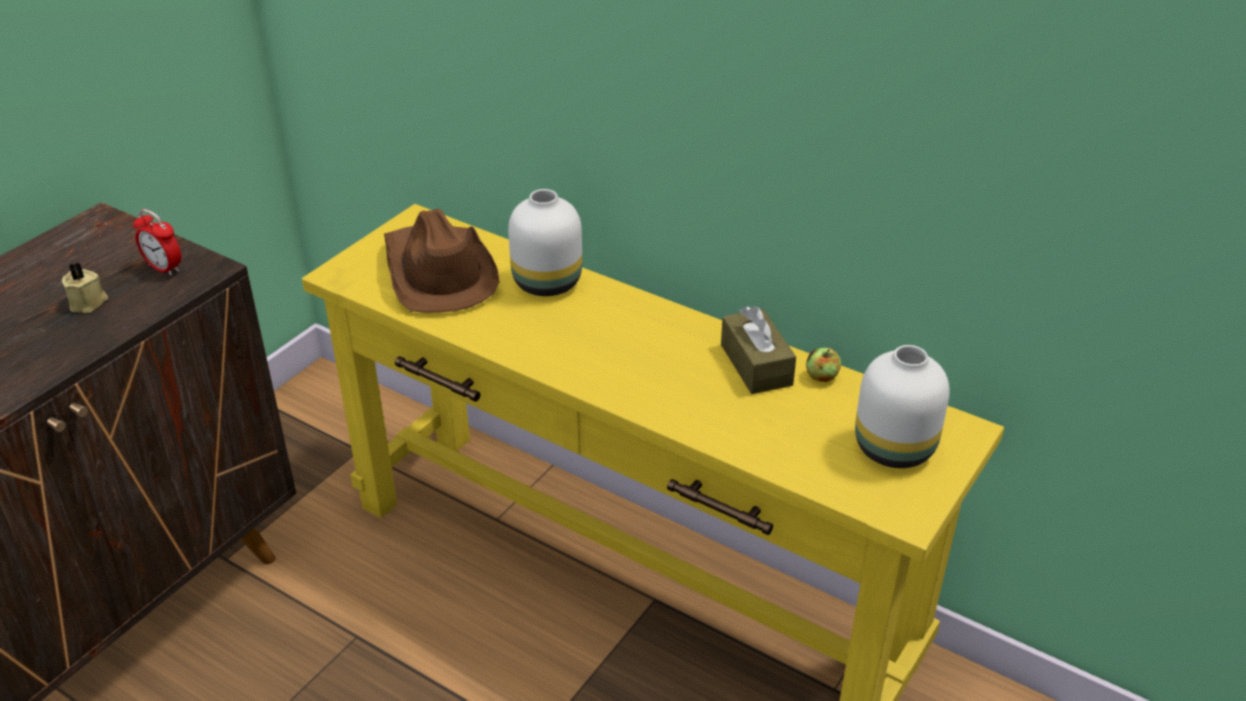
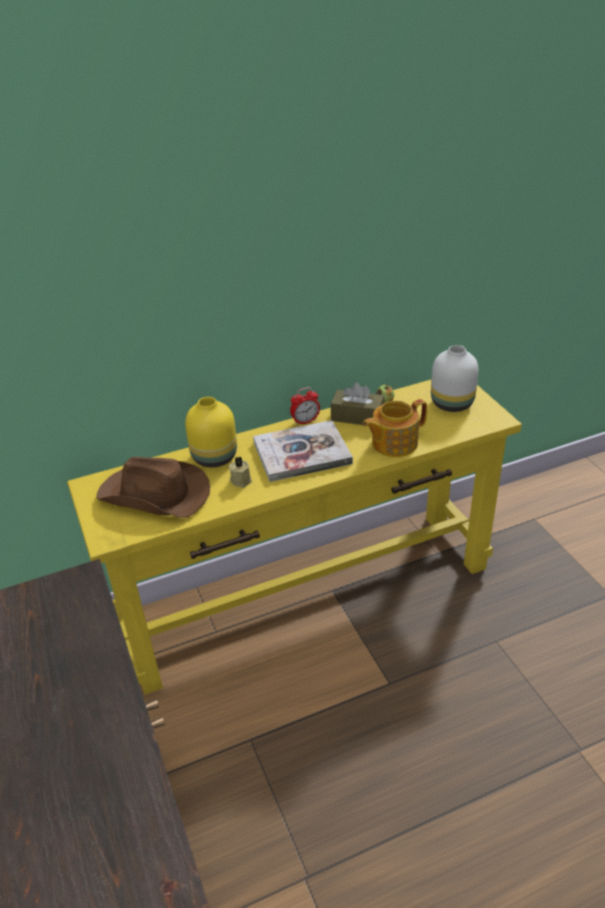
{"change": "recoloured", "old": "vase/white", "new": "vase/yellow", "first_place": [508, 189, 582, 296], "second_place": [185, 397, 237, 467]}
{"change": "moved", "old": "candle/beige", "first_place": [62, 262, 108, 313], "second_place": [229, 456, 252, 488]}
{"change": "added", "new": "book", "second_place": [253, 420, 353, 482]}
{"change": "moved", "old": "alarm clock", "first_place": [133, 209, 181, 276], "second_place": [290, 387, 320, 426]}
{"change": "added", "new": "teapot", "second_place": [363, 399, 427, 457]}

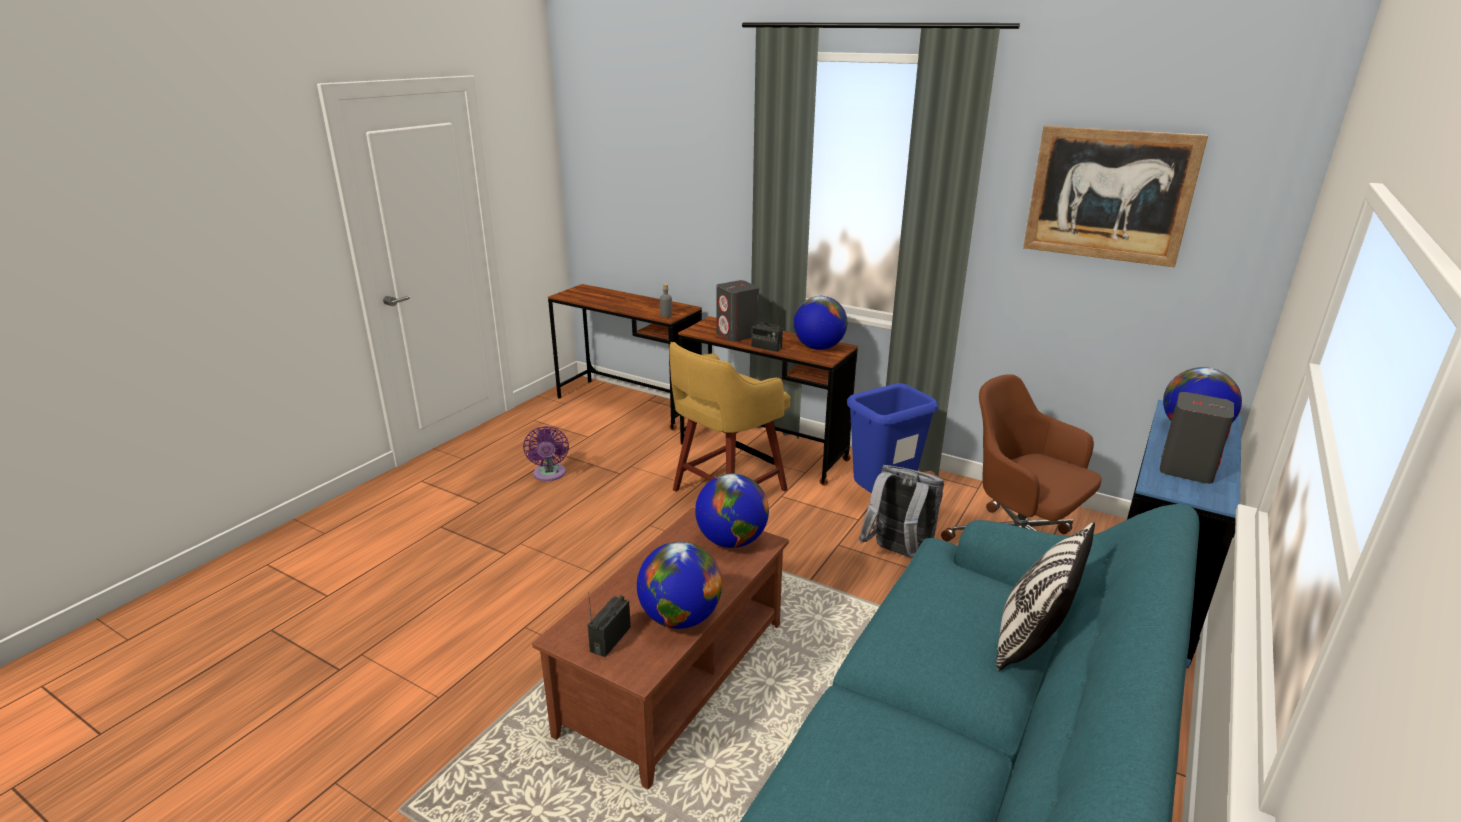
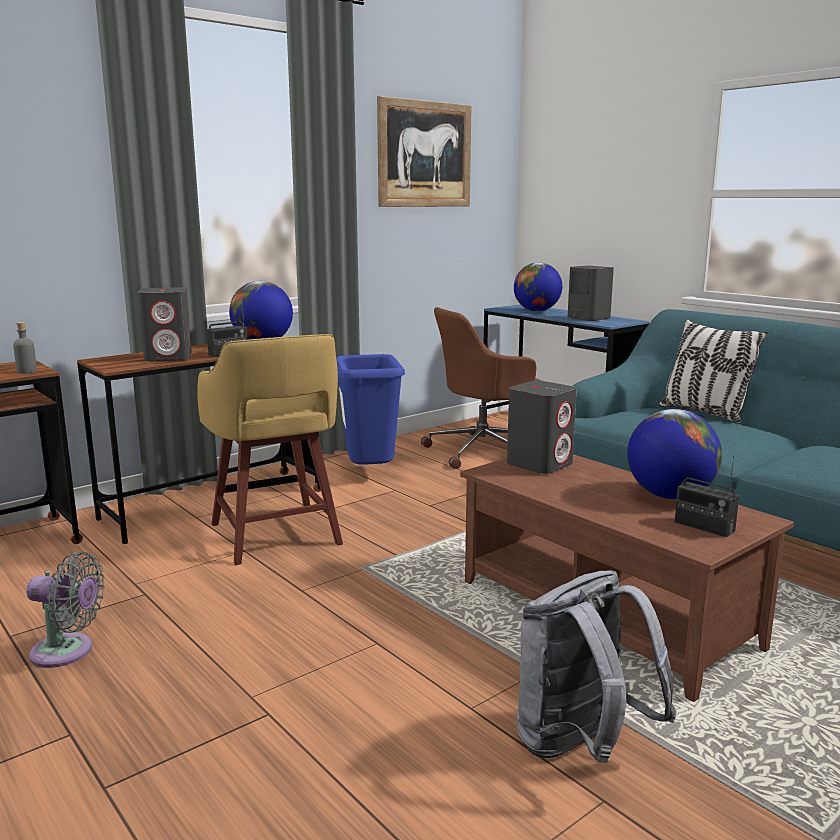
{"change": "recoloured", "old": "fan/purple", "new": "fan/grey", "first_place": [523, 426, 569, 481], "second_place": [26, 552, 105, 668]}
{"change": "replaced", "old": "globe", "new": "speaker/grey", "first_place": [695, 474, 769, 548], "second_place": [507, 380, 577, 474]}
{"change": "moved", "old": "backpack/grey", "first_place": [859, 465, 944, 560], "second_place": [516, 570, 677, 763]}

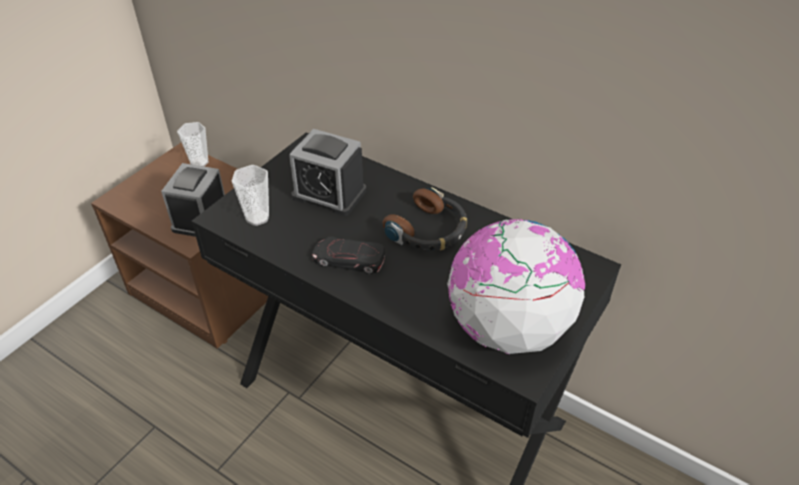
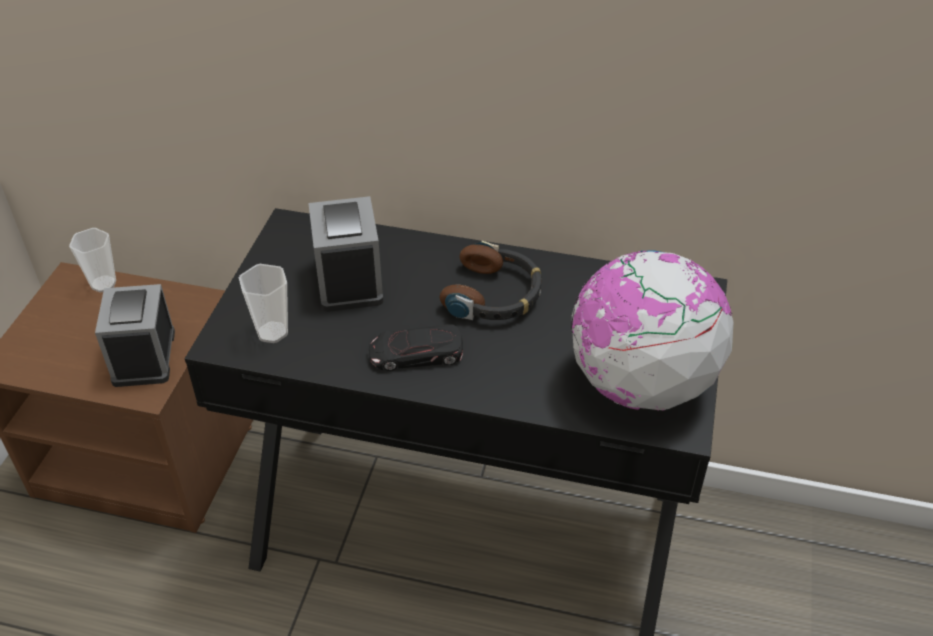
{"change": "turned", "old": "alarm clock", "first_place": [289, 129, 366, 216], "second_place": [308, 196, 384, 312], "degrees": 75}

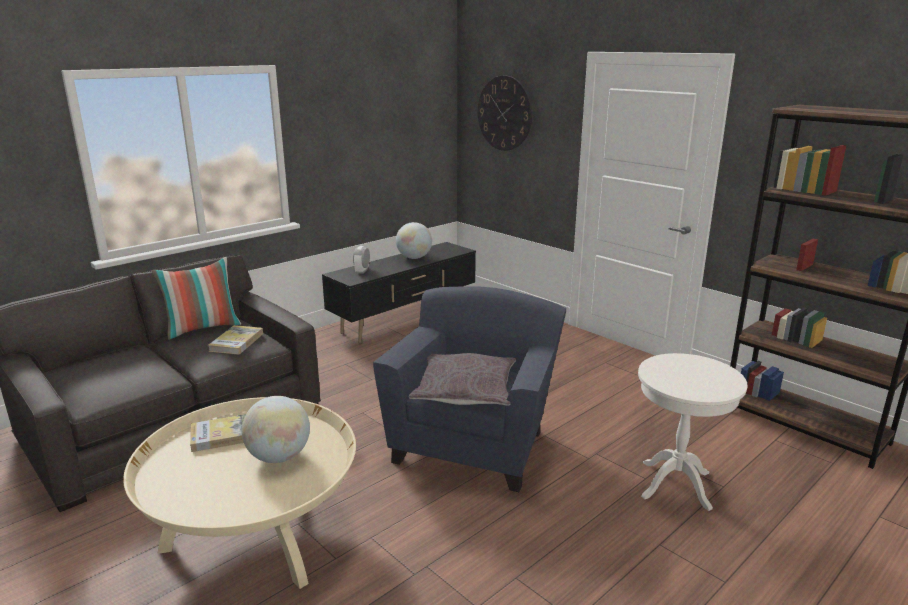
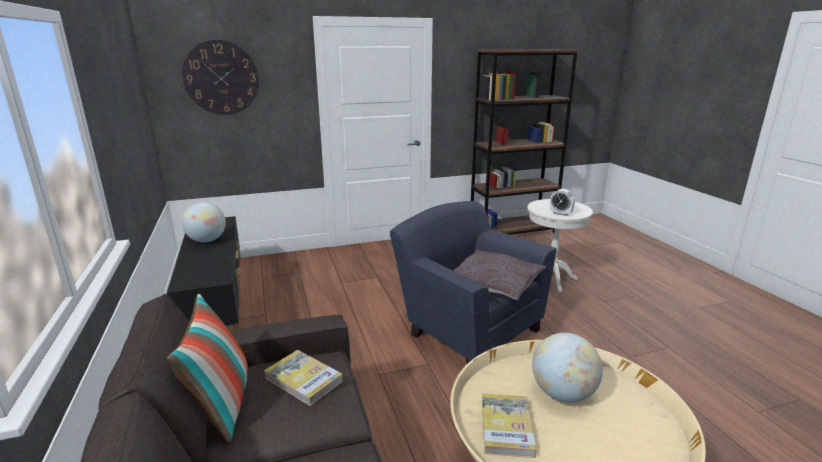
{"change": "moved", "old": "alarm clock", "first_place": [353, 246, 370, 274], "second_place": [550, 189, 575, 216]}

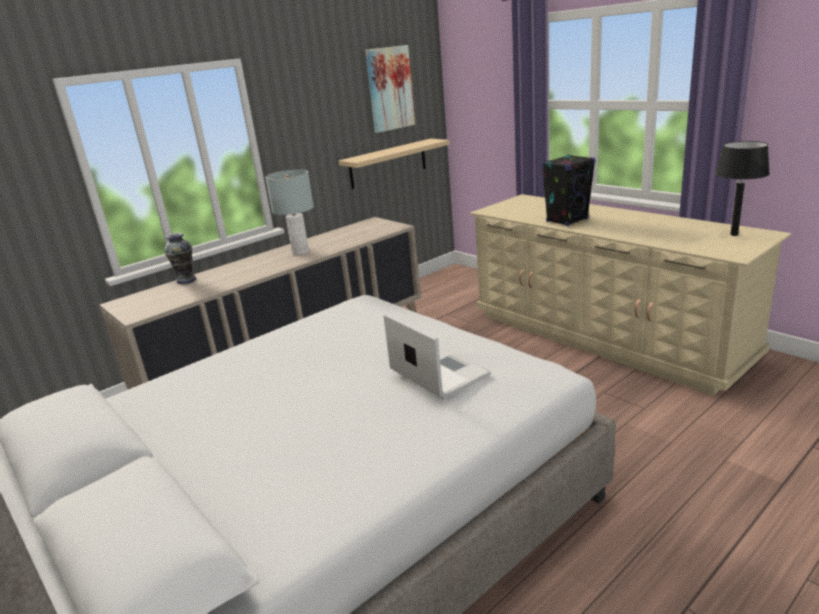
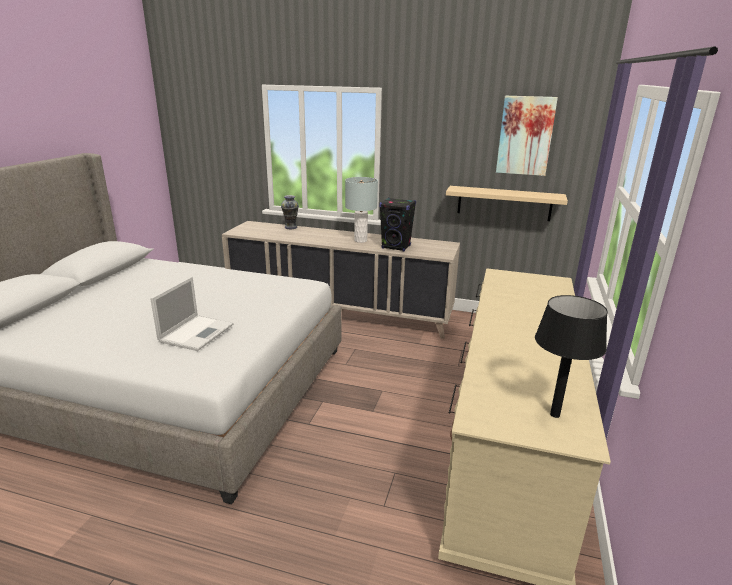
{"change": "moved", "old": "speaker/black", "first_place": [541, 154, 596, 226], "second_place": [379, 198, 416, 252]}

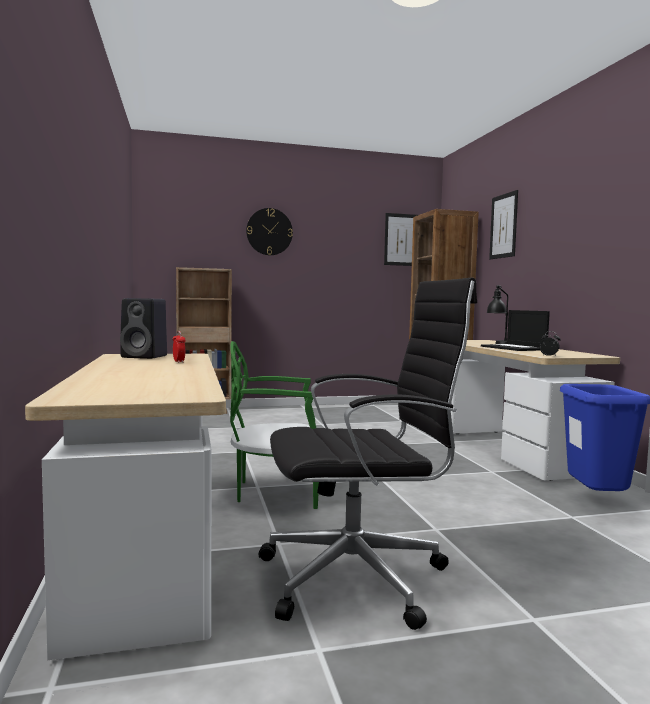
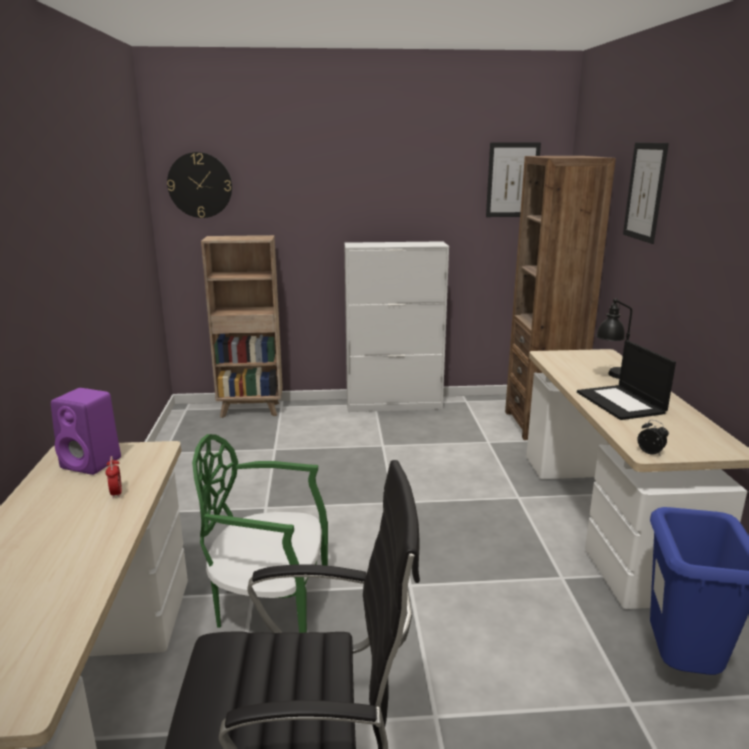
{"change": "recoloured", "old": "speaker/black", "new": "speaker/purple", "first_place": [120, 298, 167, 359], "second_place": [51, 388, 121, 475]}
{"change": "moved", "old": "wall clock", "first_place": [246, 208, 293, 255], "second_place": [167, 152, 232, 218]}
{"change": "added", "new": "cabinet/white", "second_place": [344, 241, 449, 412]}

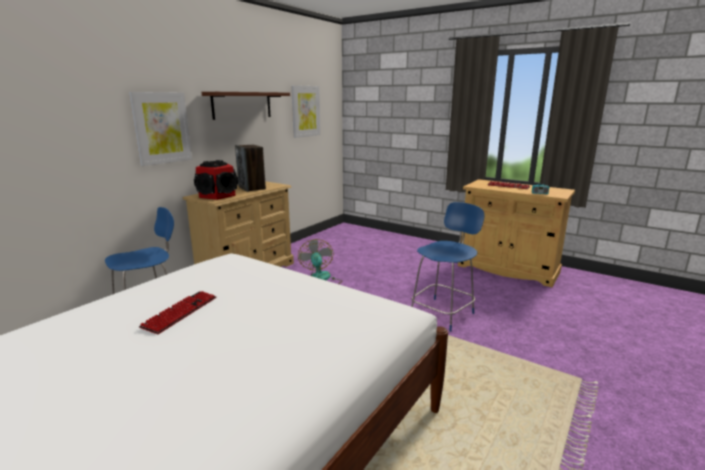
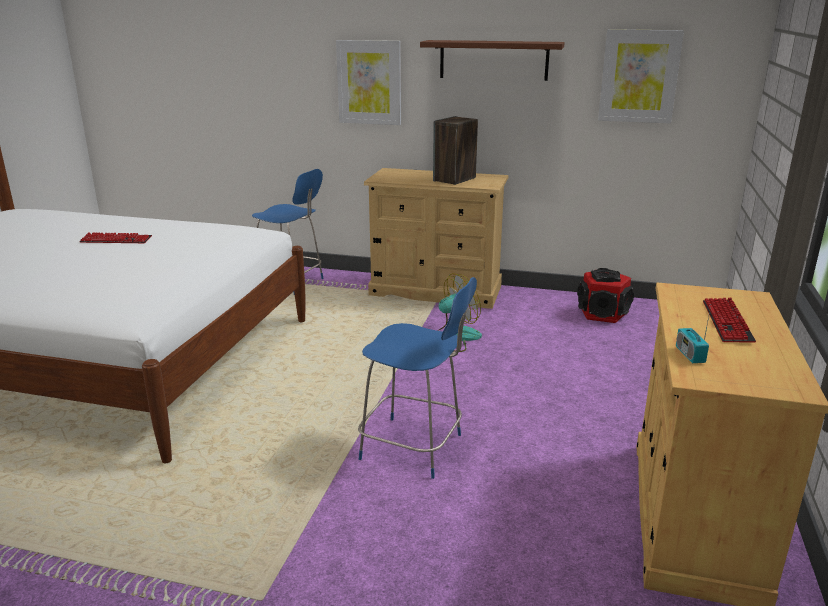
{"change": "moved", "old": "speaker", "first_place": [194, 160, 238, 200], "second_place": [577, 268, 634, 323]}

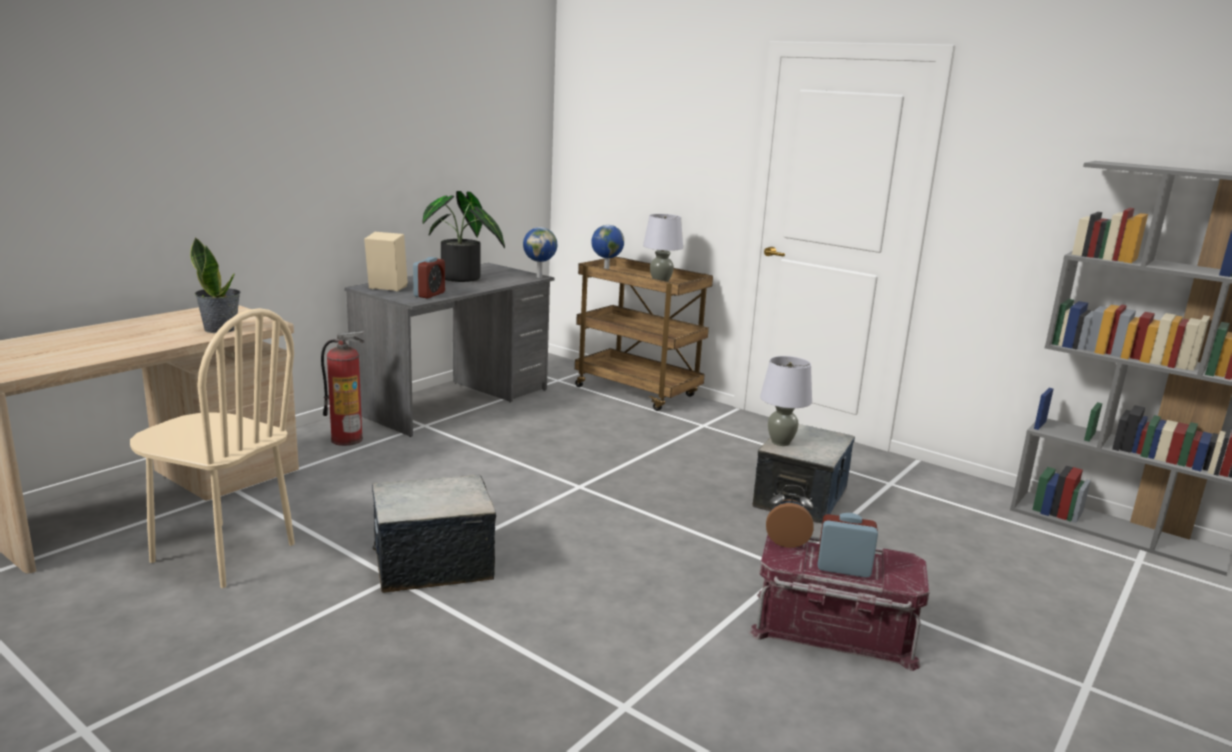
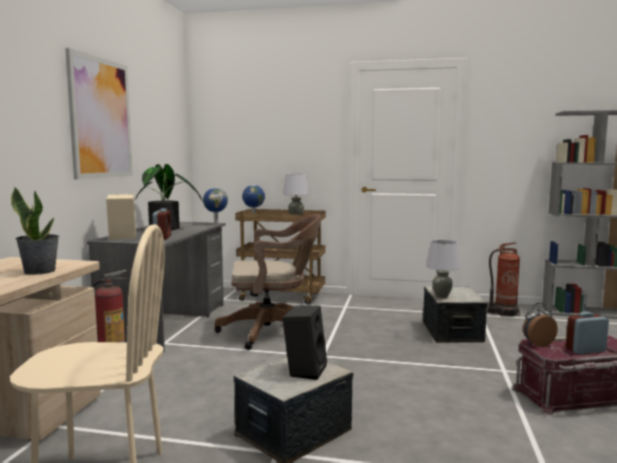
{"change": "added", "new": "picture", "second_place": [65, 48, 133, 180]}
{"change": "added", "new": "office chair/brown", "second_place": [215, 214, 321, 350]}
{"change": "added", "new": "speaker/black", "second_place": [282, 305, 327, 380]}
{"change": "added", "new": "fire extinguisher", "second_place": [487, 243, 520, 316]}

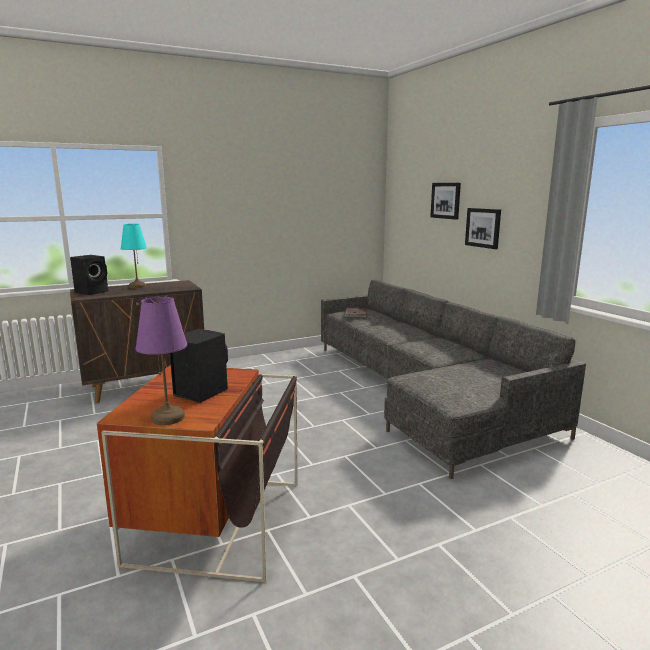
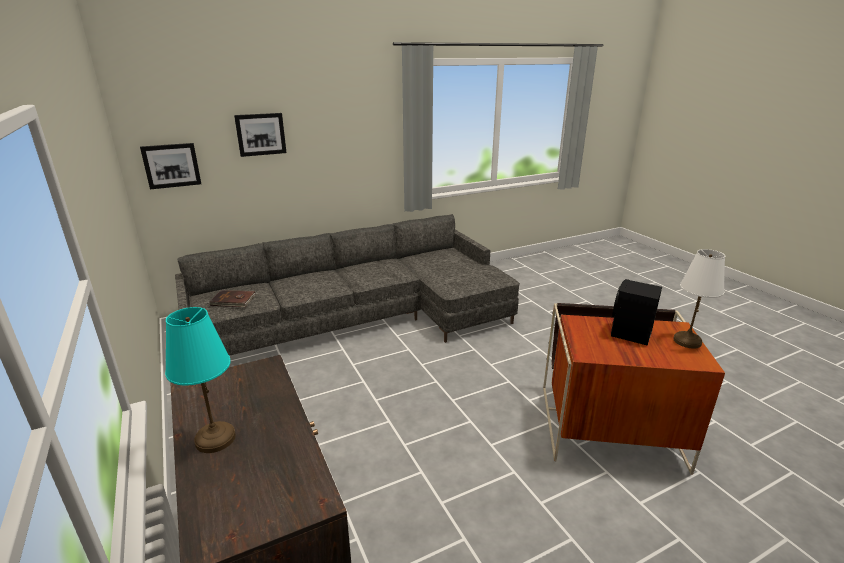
{"change": "moved", "old": "picture", "first_place": [465, 208, 501, 249], "second_place": [140, 143, 201, 189]}
{"change": "recoloured", "old": "table lamp/purple", "new": "table lamp/white", "first_place": [135, 297, 187, 425], "second_place": [673, 249, 725, 349]}
{"change": "removed", "old": "speaker/black", "first_place": [70, 255, 108, 295]}

